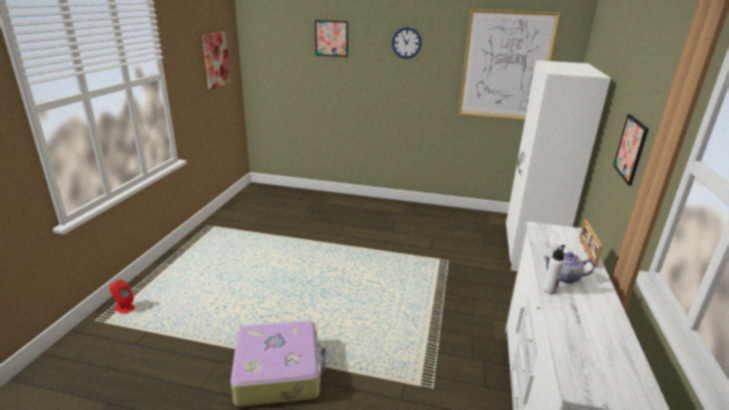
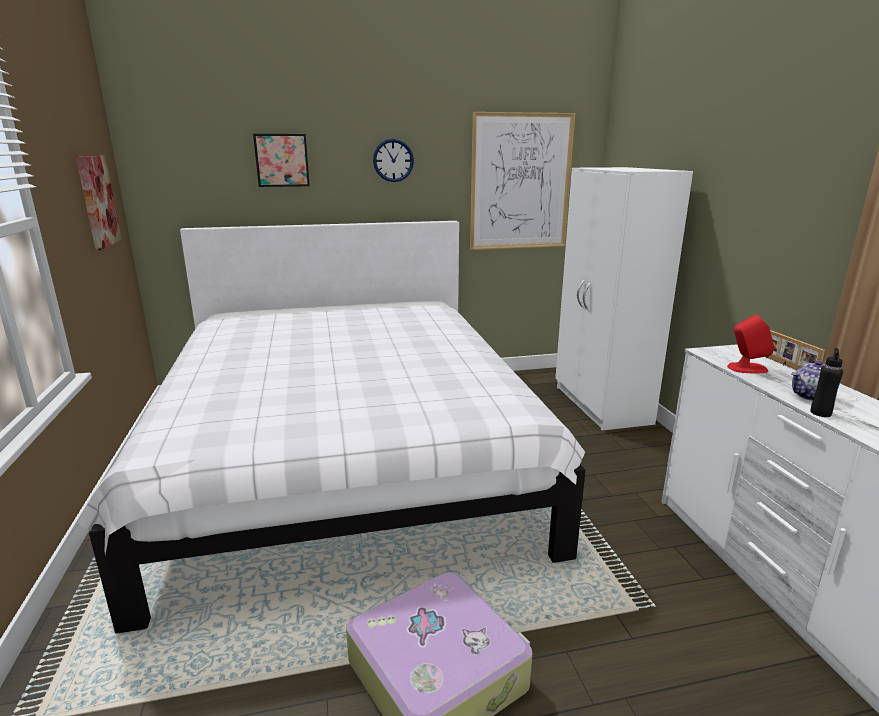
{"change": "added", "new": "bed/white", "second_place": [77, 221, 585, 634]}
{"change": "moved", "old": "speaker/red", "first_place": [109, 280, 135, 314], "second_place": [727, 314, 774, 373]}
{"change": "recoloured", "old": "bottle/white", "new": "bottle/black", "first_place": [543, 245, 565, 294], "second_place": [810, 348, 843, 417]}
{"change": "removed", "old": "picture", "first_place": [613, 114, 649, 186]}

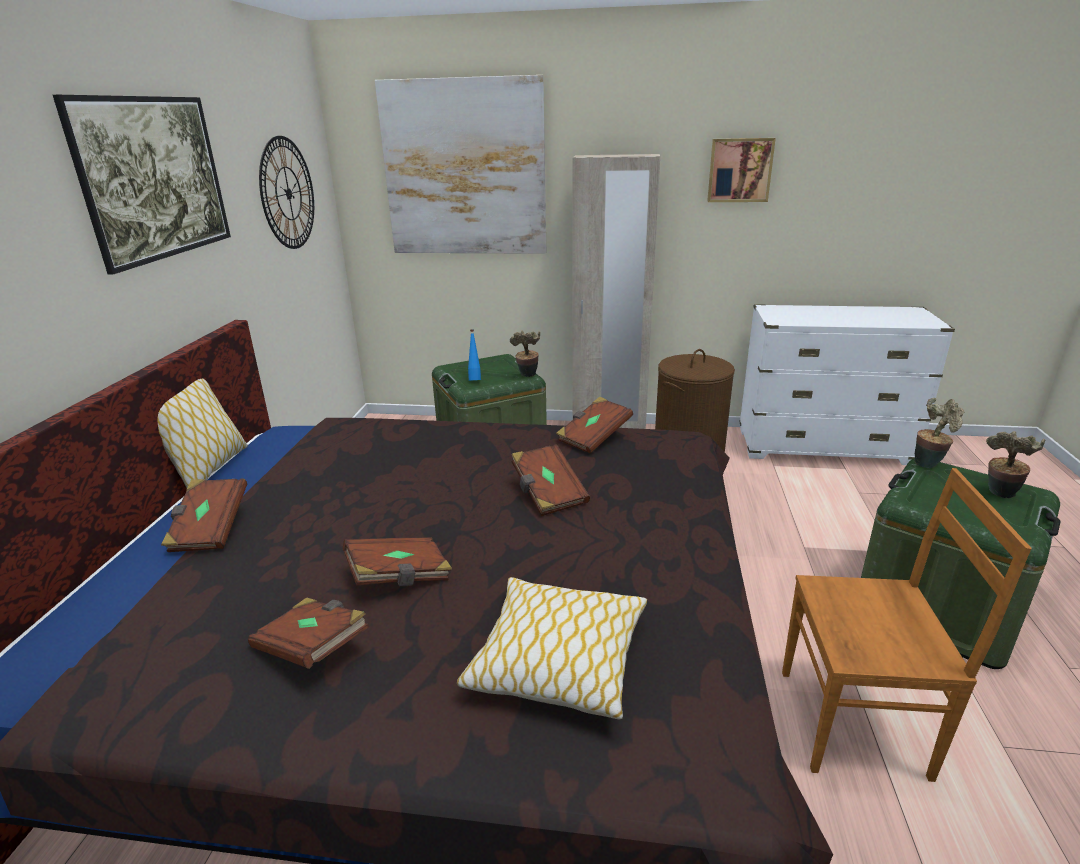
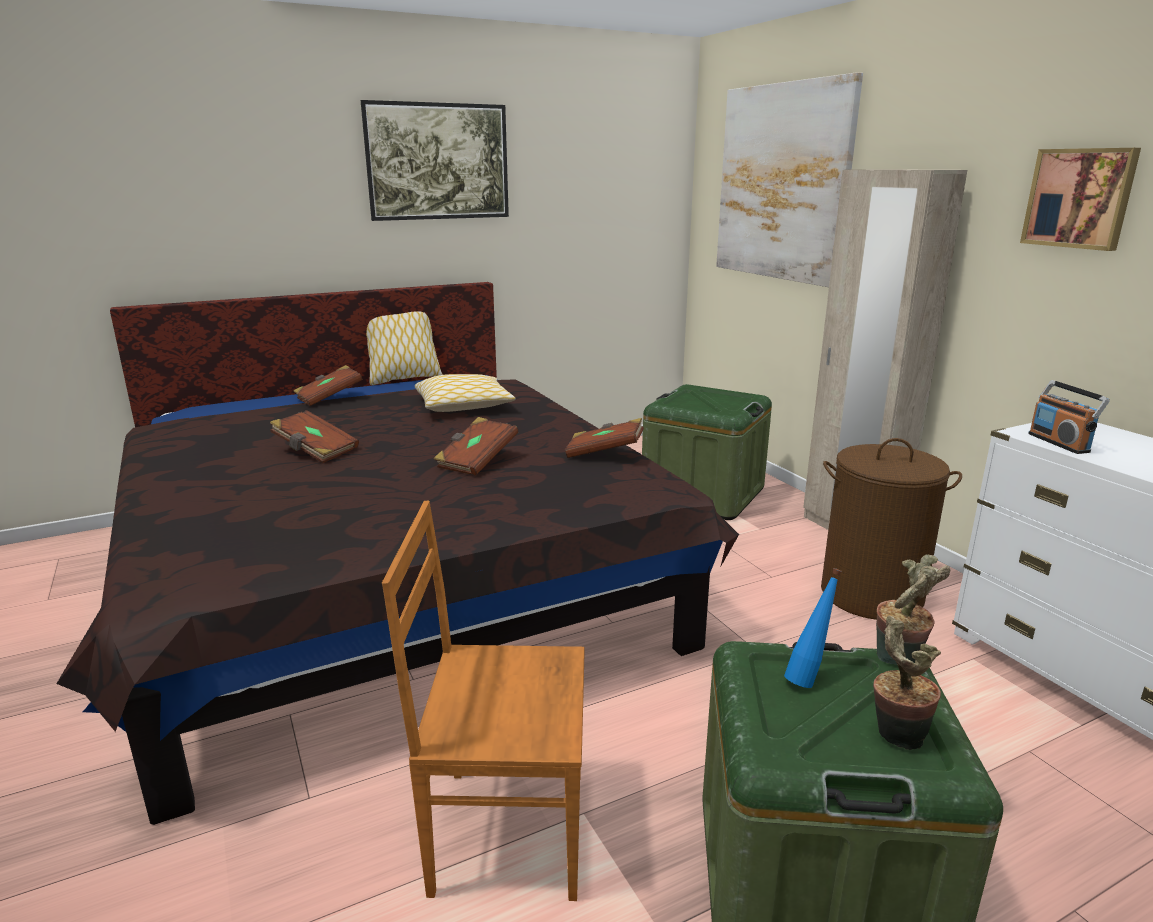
{"change": "turned", "old": "chair/brown", "first_place": [782, 468, 1032, 782], "second_place": [382, 501, 585, 901], "degrees": 120}
{"change": "moved", "old": "pillow", "first_place": [457, 577, 647, 720], "second_place": [415, 374, 516, 412]}
{"change": "moved", "old": "bottle/blue", "first_place": [468, 329, 481, 381], "second_place": [784, 568, 842, 688]}
{"change": "added", "new": "radio", "second_place": [1028, 380, 1110, 454]}
{"change": "removed", "old": "book/brown", "first_place": [248, 598, 369, 669]}
{"change": "removed", "old": "wall clock", "first_place": [259, 136, 314, 249]}
{"change": "removed", "old": "potted plant", "first_place": [510, 330, 540, 377]}

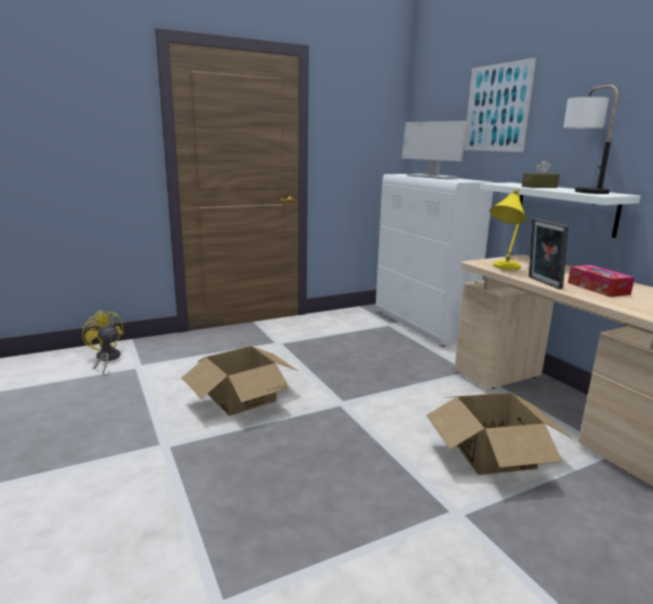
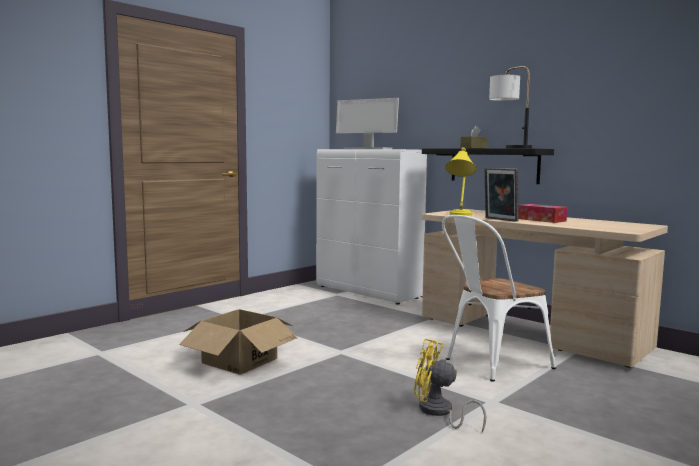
{"change": "moved", "old": "fan/yellow", "first_place": [82, 310, 124, 374], "second_place": [414, 339, 487, 432]}
{"change": "recoloured", "old": "shelf/white", "new": "shelf/black", "first_place": [480, 183, 641, 238], "second_place": [422, 148, 554, 184]}
{"change": "replaced", "old": "cardboard box", "new": "chair/white", "first_place": [427, 393, 571, 475], "second_place": [442, 215, 556, 382]}
{"change": "removed", "old": "picture", "first_place": [464, 58, 536, 152]}

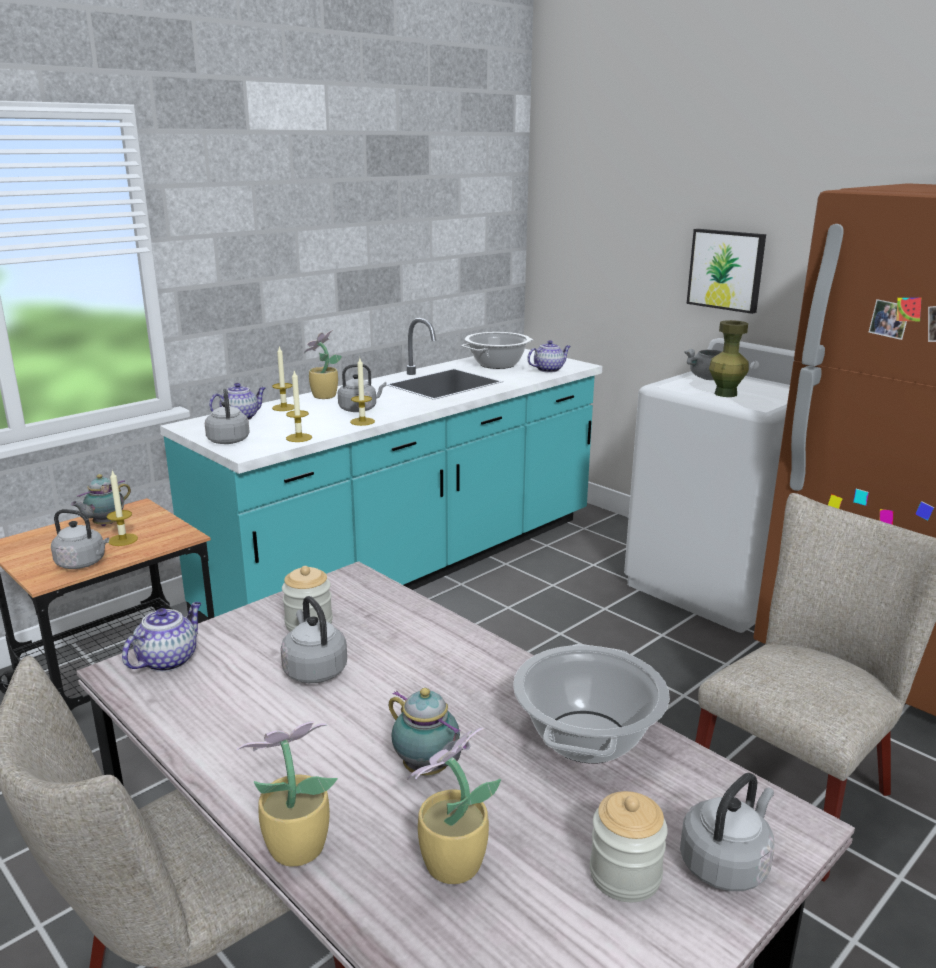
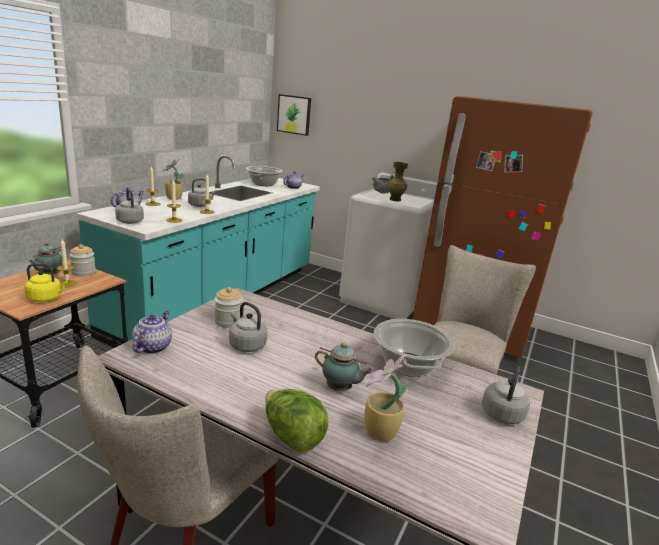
{"change": "recoloured", "old": "kettle/grey", "new": "kettle/yellow", "first_place": [51, 509, 109, 569], "second_place": [24, 263, 68, 302]}
{"change": "moved", "old": "jar", "first_place": [590, 791, 668, 902], "second_place": [69, 244, 96, 277]}
{"change": "replaced", "old": "potted plant", "new": "lettuce", "first_place": [237, 721, 338, 866], "second_place": [265, 389, 328, 452]}
{"change": "moved", "old": "picture", "first_place": [687, 229, 766, 314], "second_place": [277, 94, 311, 136]}

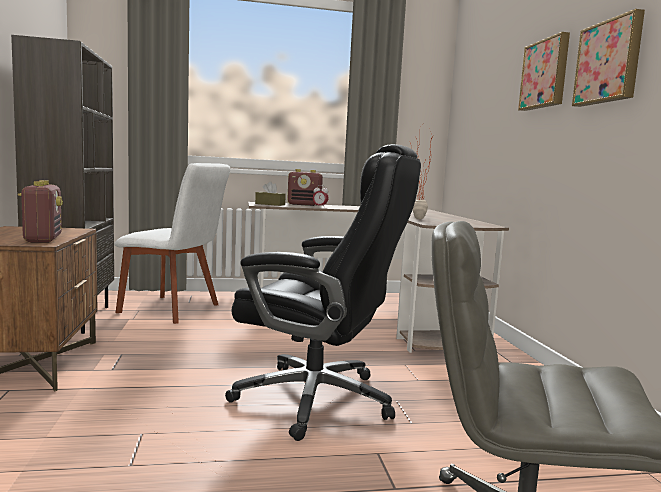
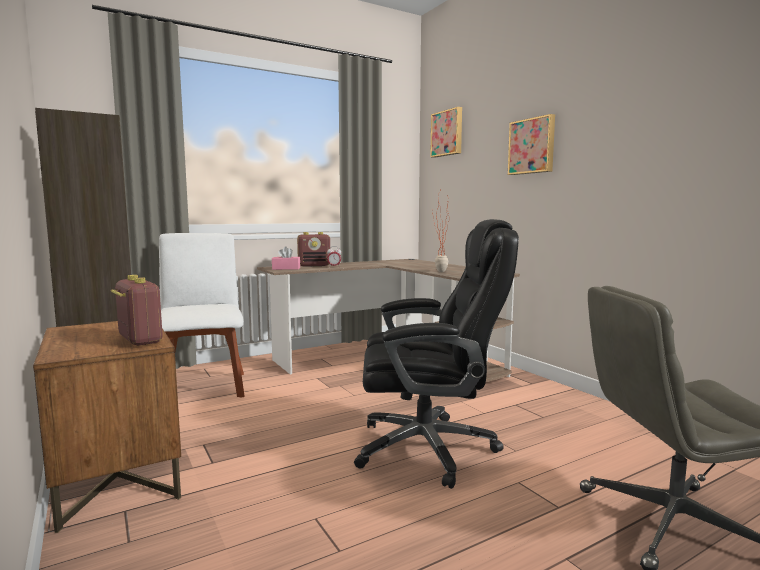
{"change": "turned", "old": "chair/white", "first_place": [114, 163, 230, 324], "second_place": [159, 233, 244, 398], "degrees": -105}
{"change": "recoloured", "old": "tissue box/brown", "new": "tissue box/pink", "first_place": [255, 181, 286, 206], "second_place": [272, 246, 300, 270]}
{"change": "moved", "old": "picture", "first_place": [572, 9, 645, 107], "second_place": [430, 107, 462, 158]}

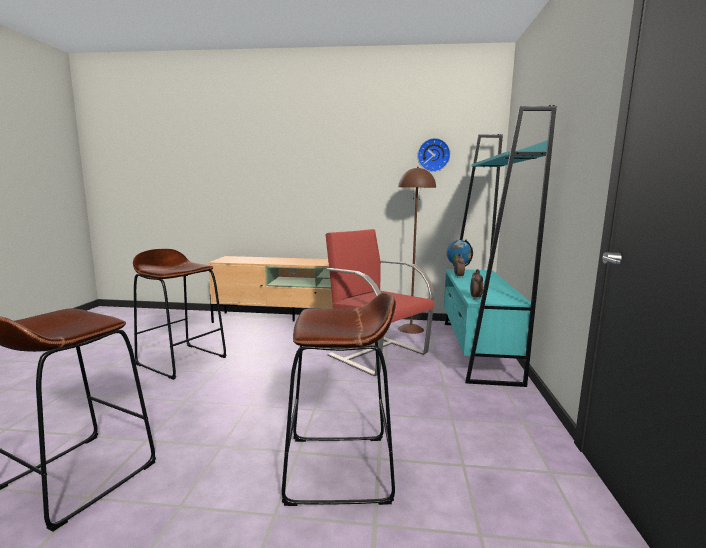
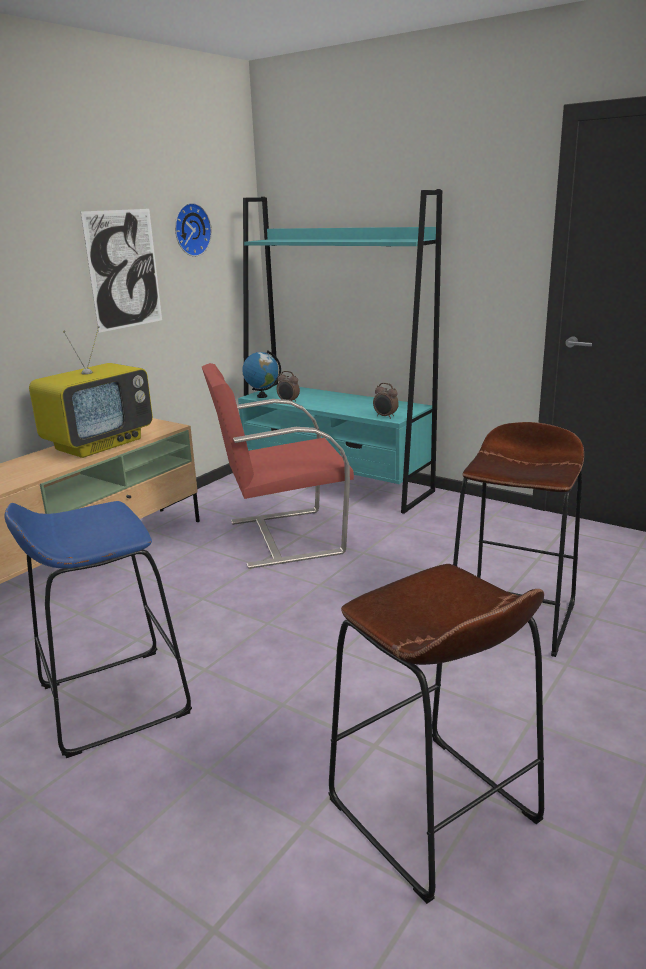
{"change": "recoloured", "old": "stool/brown", "new": "stool/blue", "first_place": [133, 249, 227, 380], "second_place": [4, 501, 192, 758]}
{"change": "added", "new": "television", "second_place": [29, 326, 153, 458]}
{"change": "added", "new": "picture", "second_place": [81, 209, 162, 333]}
{"change": "removed", "old": "floor lamp/brown", "first_place": [398, 167, 436, 334]}

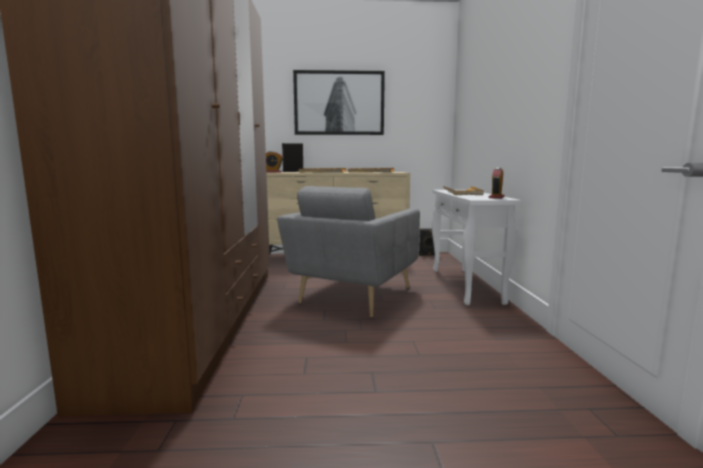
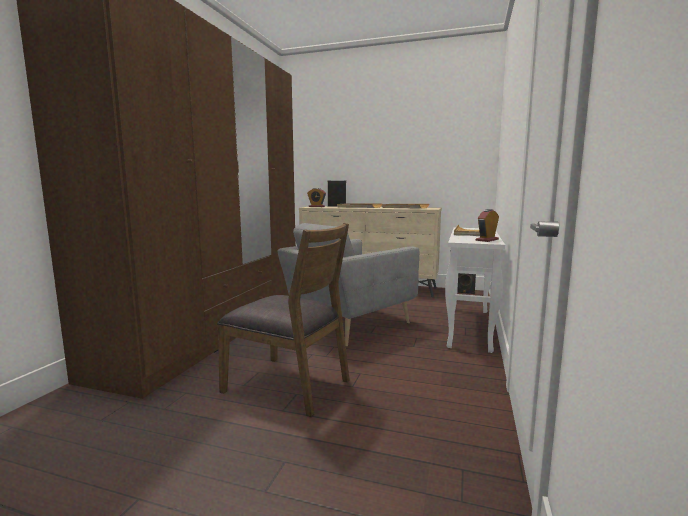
{"change": "added", "new": "chair/brown", "second_place": [217, 223, 350, 417]}
{"change": "removed", "old": "picture", "first_place": [293, 70, 385, 135]}

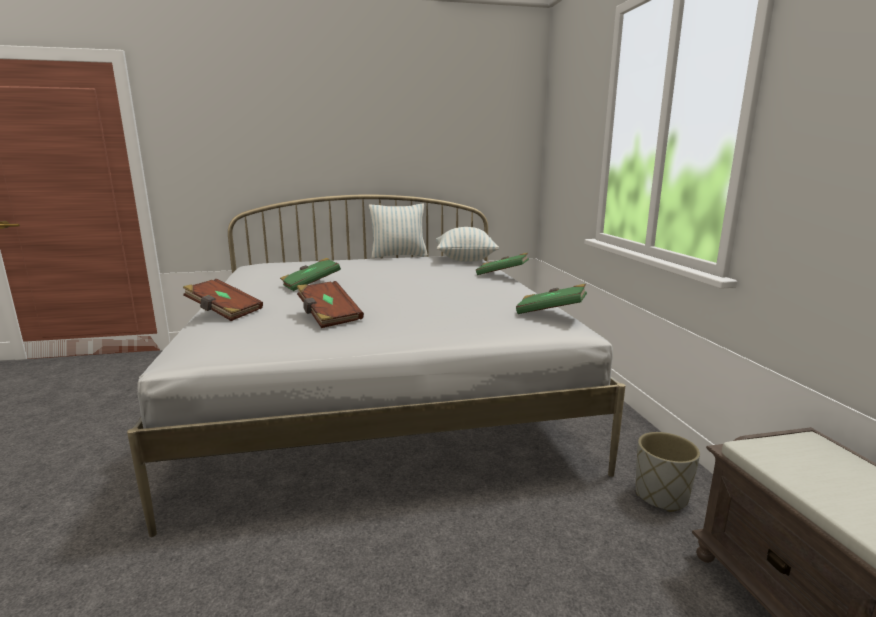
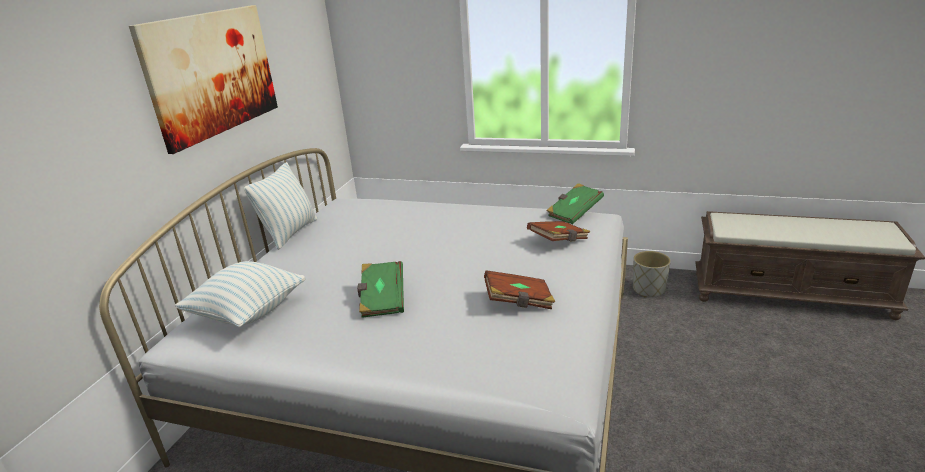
{"change": "added", "new": "picture", "second_place": [129, 5, 278, 154]}
{"change": "moved", "old": "pillow", "first_place": [436, 227, 499, 262], "second_place": [175, 261, 306, 327]}
{"change": "moved", "old": "book/brown", "first_place": [183, 279, 263, 321], "second_place": [527, 221, 590, 241]}
{"change": "removed", "old": "book/green", "first_place": [476, 253, 529, 275]}

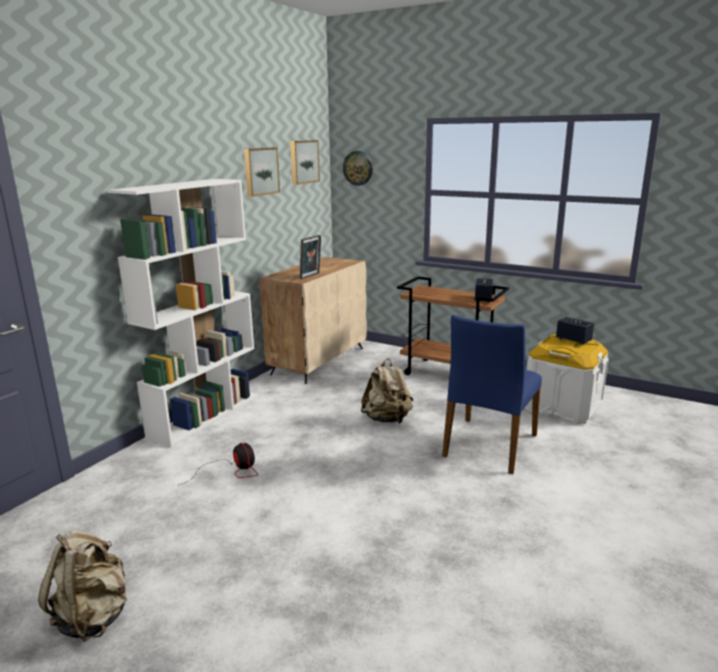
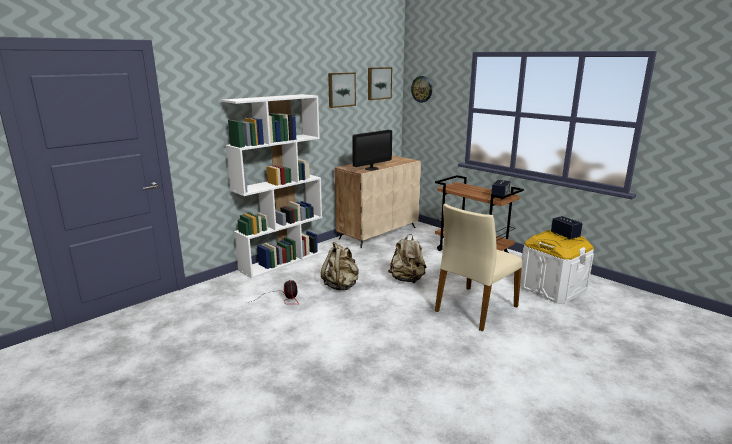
{"change": "moved", "old": "backpack/beige", "first_place": [38, 530, 127, 642], "second_place": [321, 242, 359, 290]}
{"change": "replaced", "old": "picture frame", "new": "monitor", "first_place": [300, 235, 321, 279], "second_place": [352, 130, 392, 170]}
{"change": "recoloured", "old": "chair/blue", "new": "chair/beige", "first_place": [442, 315, 542, 474], "second_place": [435, 204, 522, 331]}

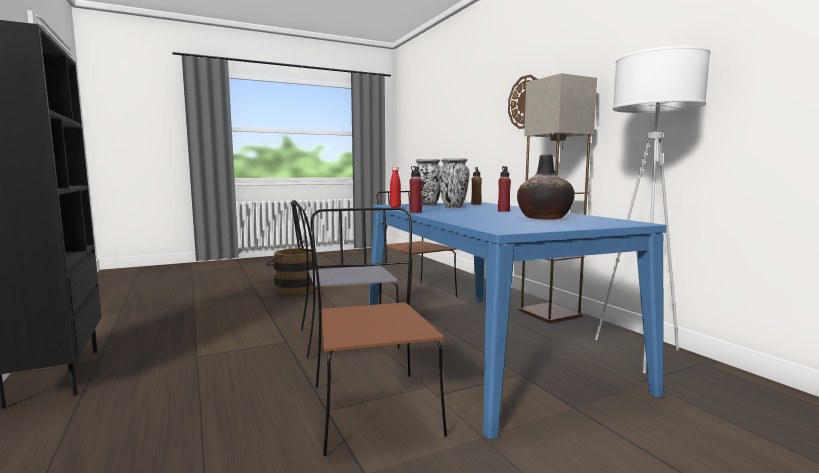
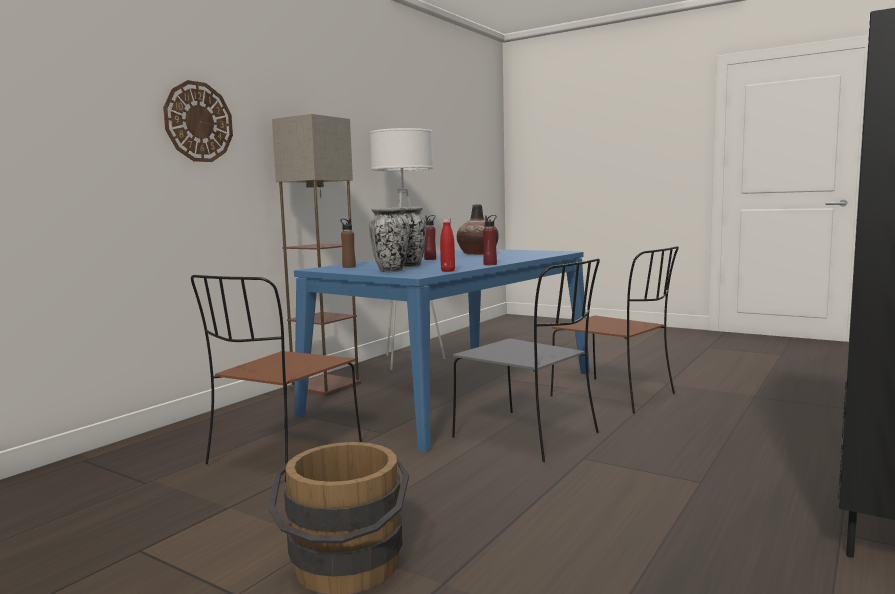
{"change": "turned", "old": "chair/brown", "first_place": [311, 208, 447, 456], "second_place": [551, 246, 679, 413], "degrees": -90}

